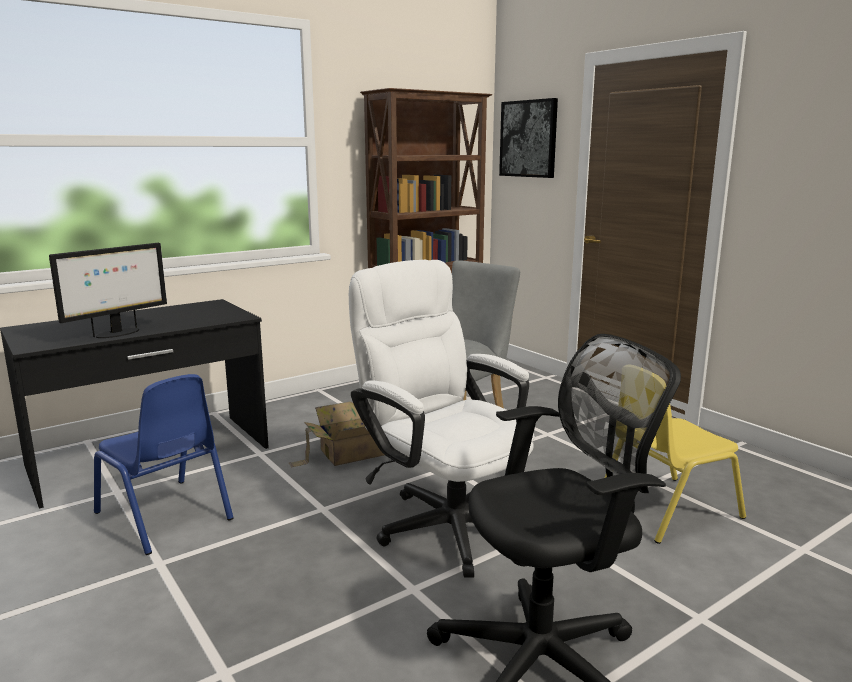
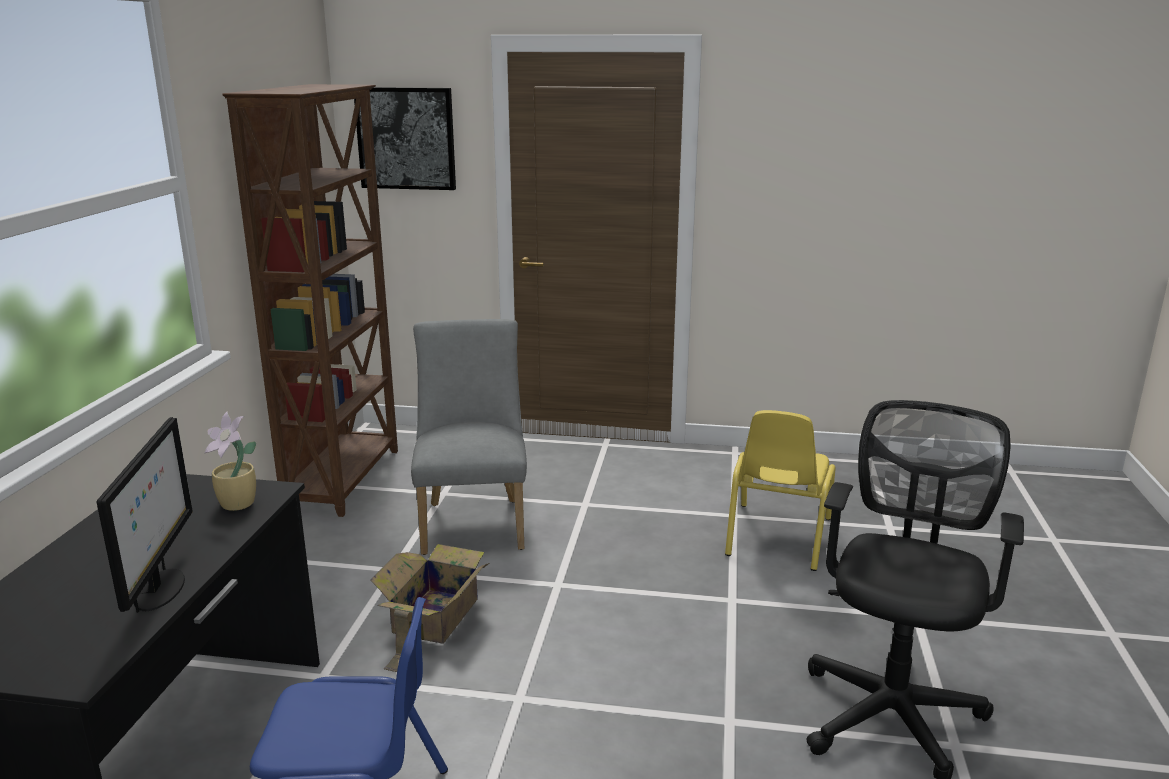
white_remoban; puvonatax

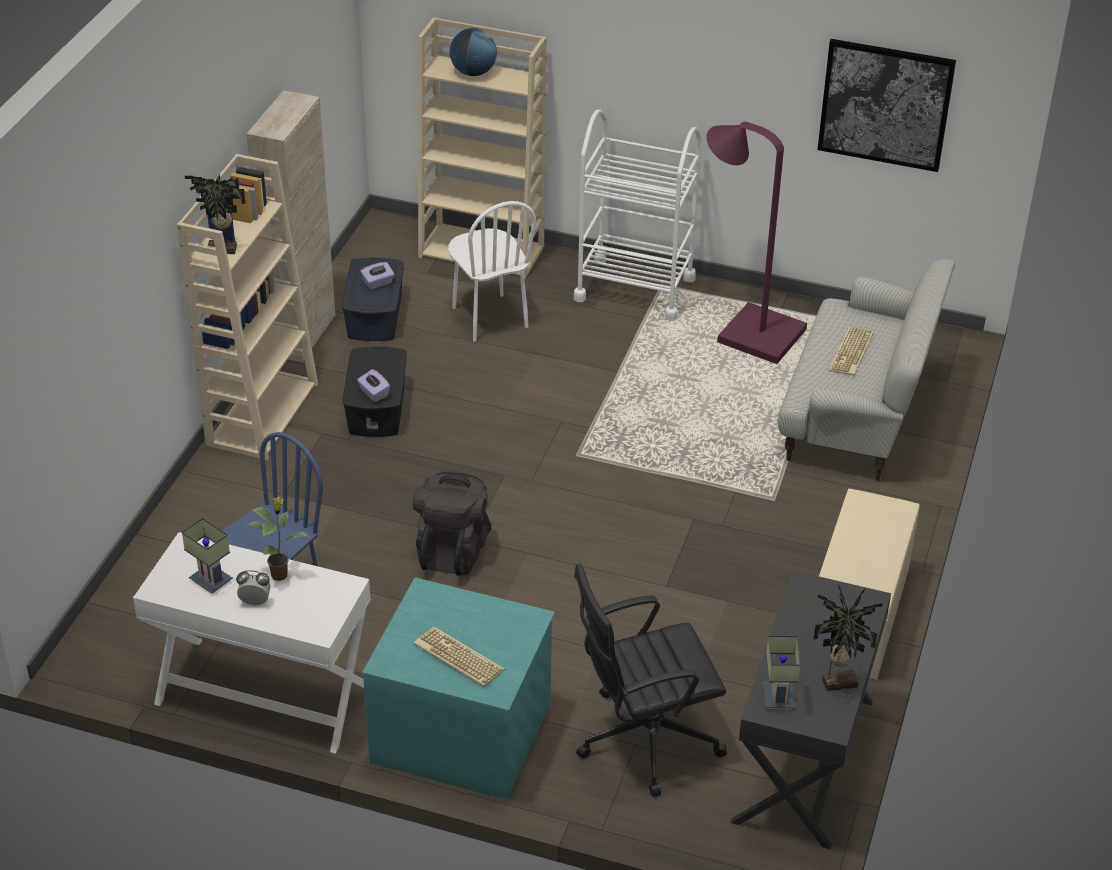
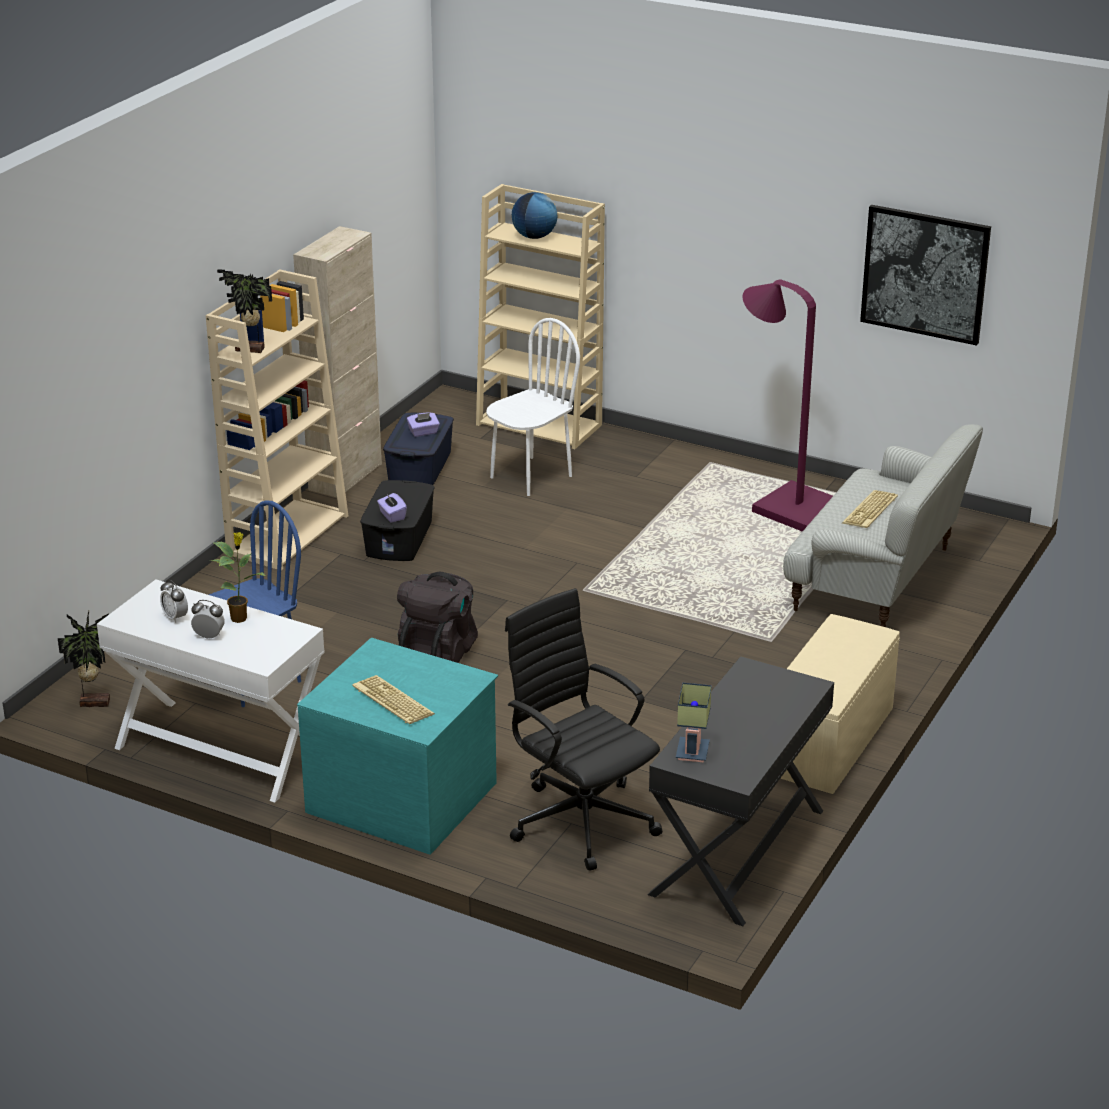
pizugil (no. 1 from left); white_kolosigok; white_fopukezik; black_remoban; puvonatax (no. 1 from left)

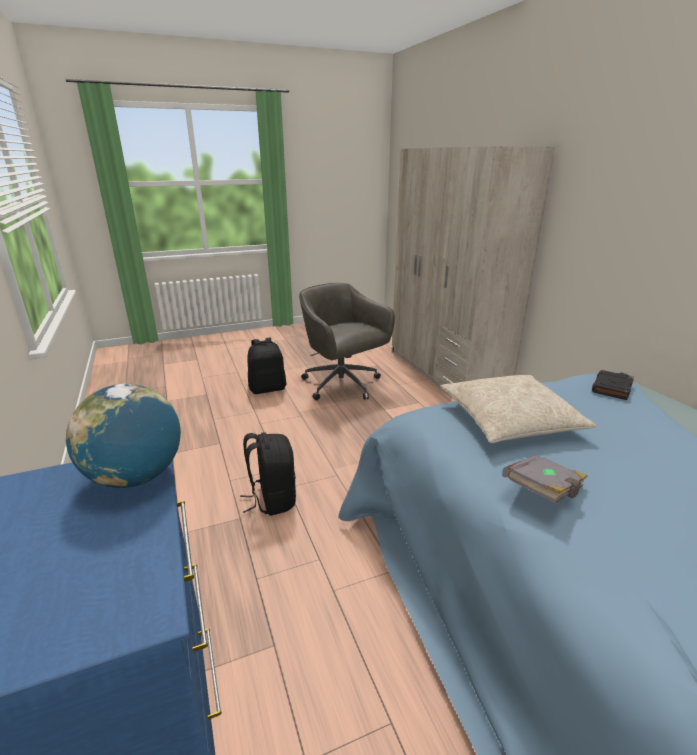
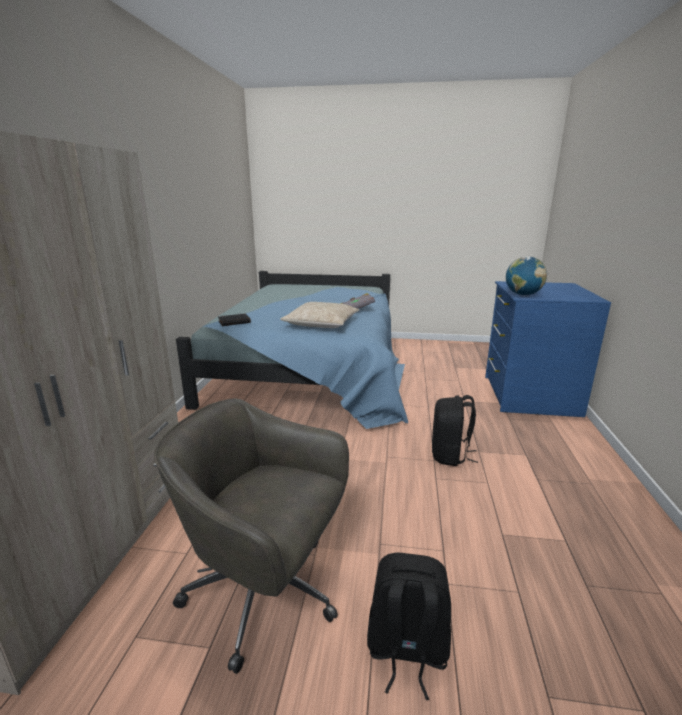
grey_remoban

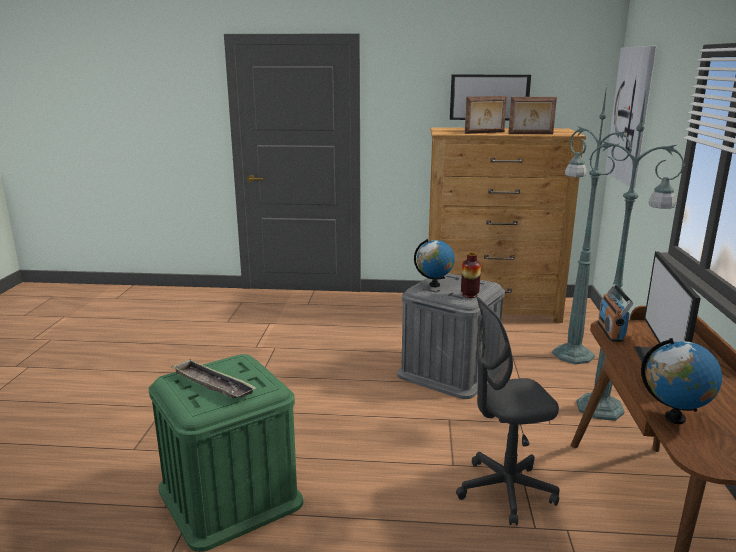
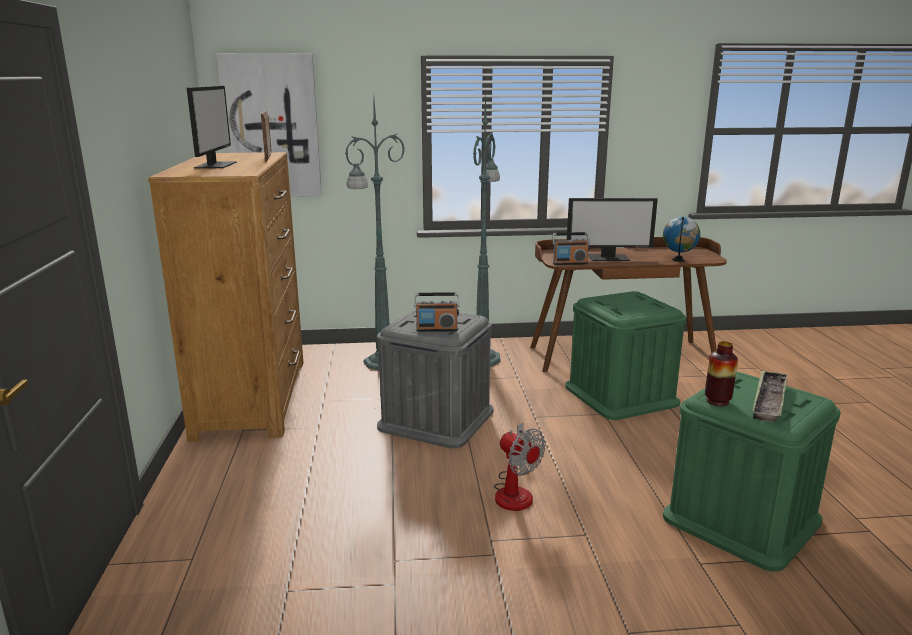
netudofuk (no. 1 from left); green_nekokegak (no. 1 from left); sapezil; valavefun (no. 1 from left in the first image); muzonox

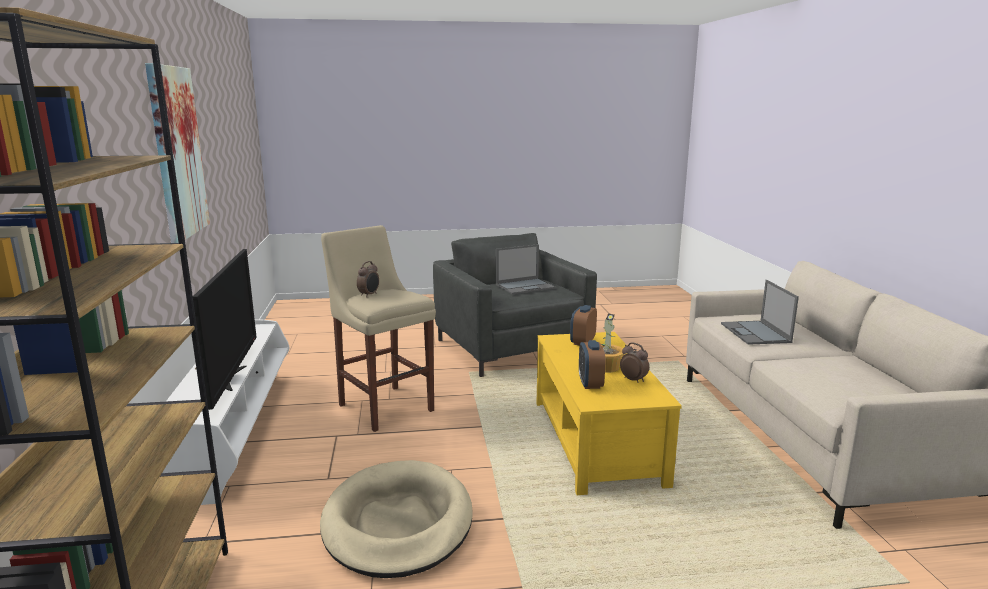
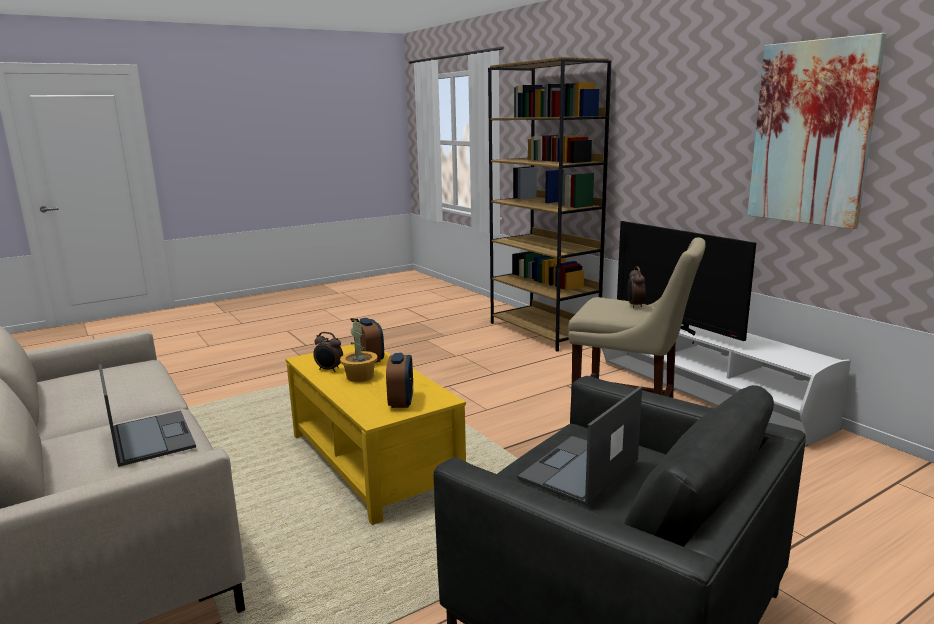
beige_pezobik

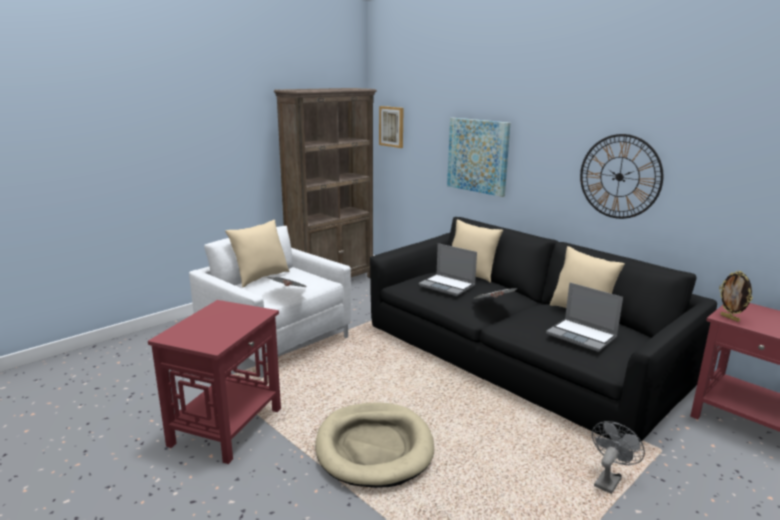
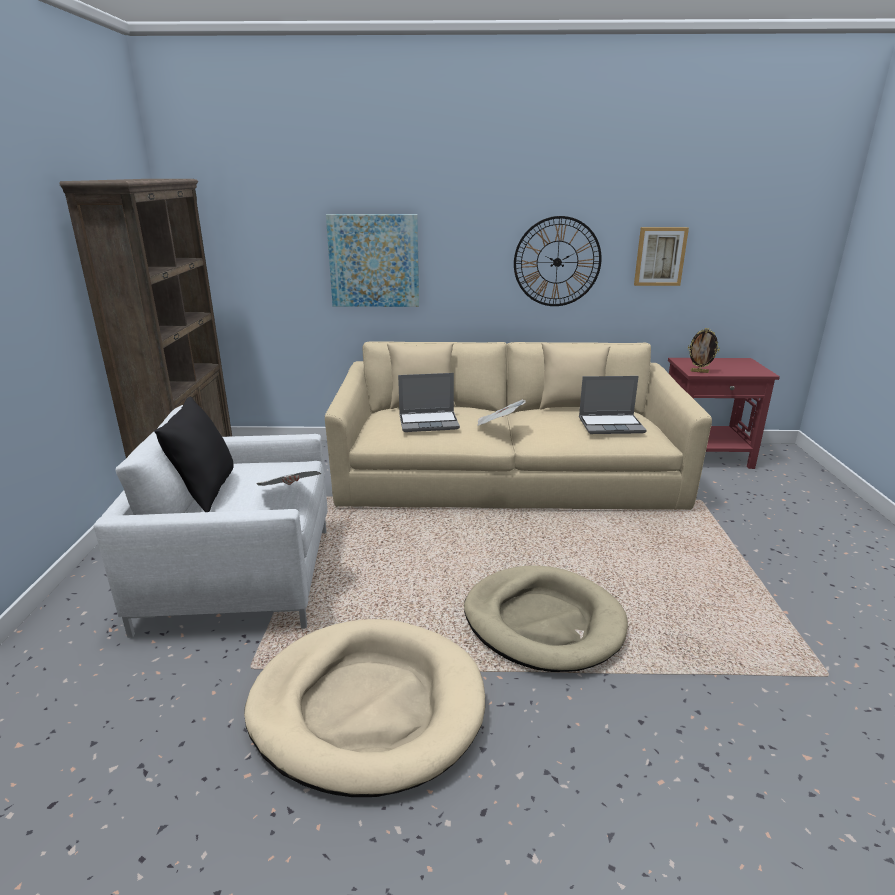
beige_pezobik (no. 1 from left); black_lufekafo; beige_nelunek; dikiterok (no. 2 from left); grey_muzonox

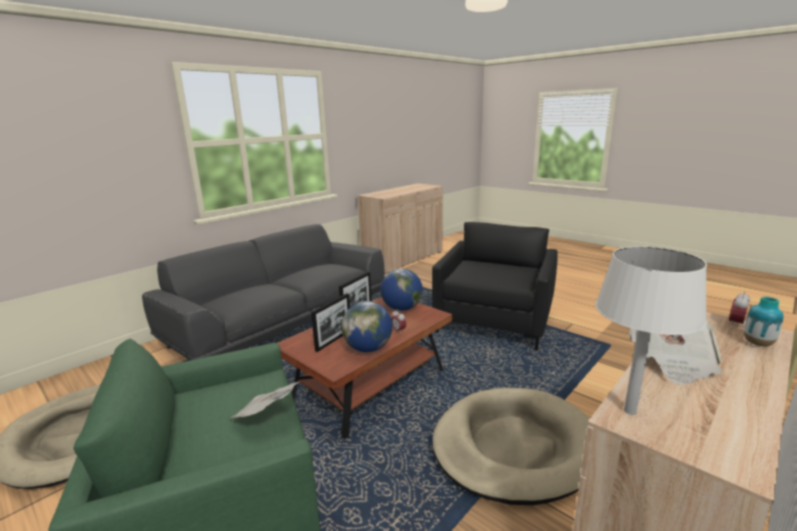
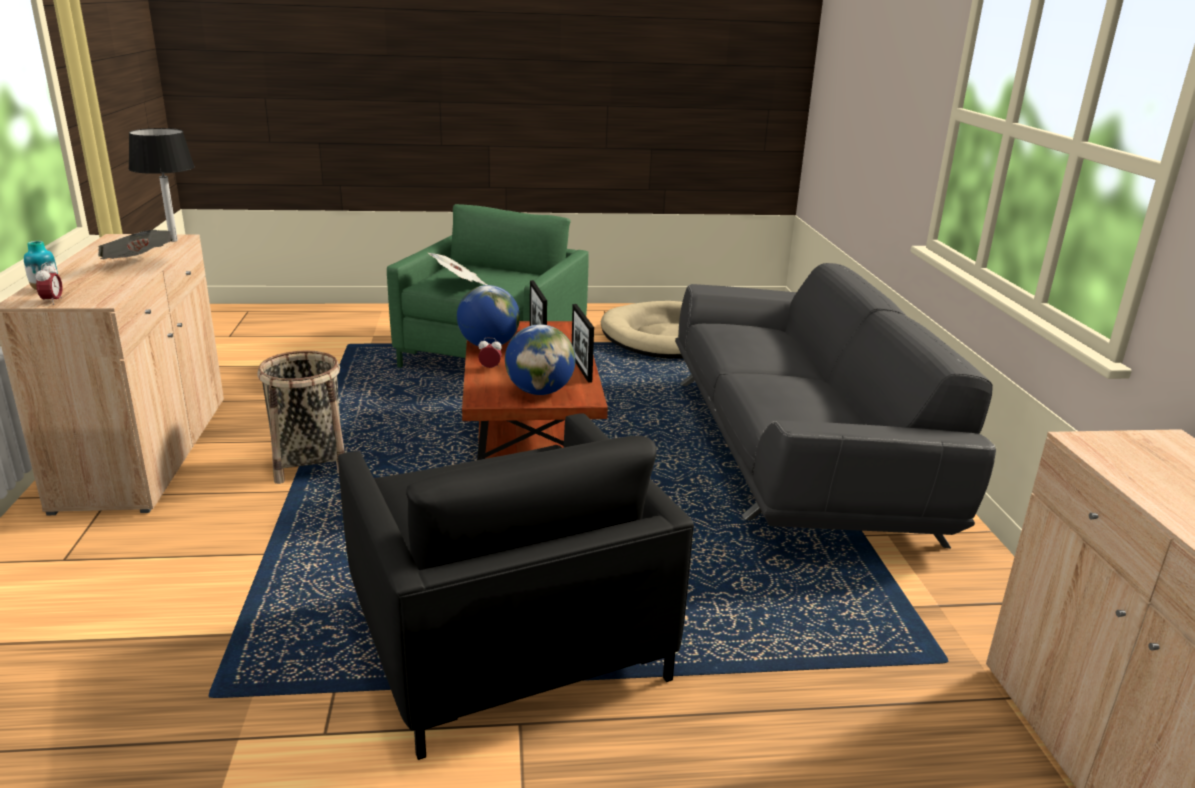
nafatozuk; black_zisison

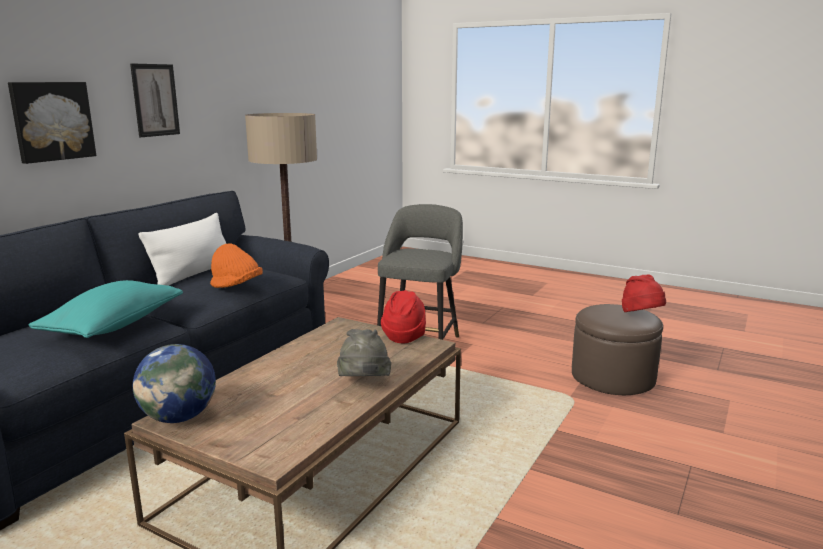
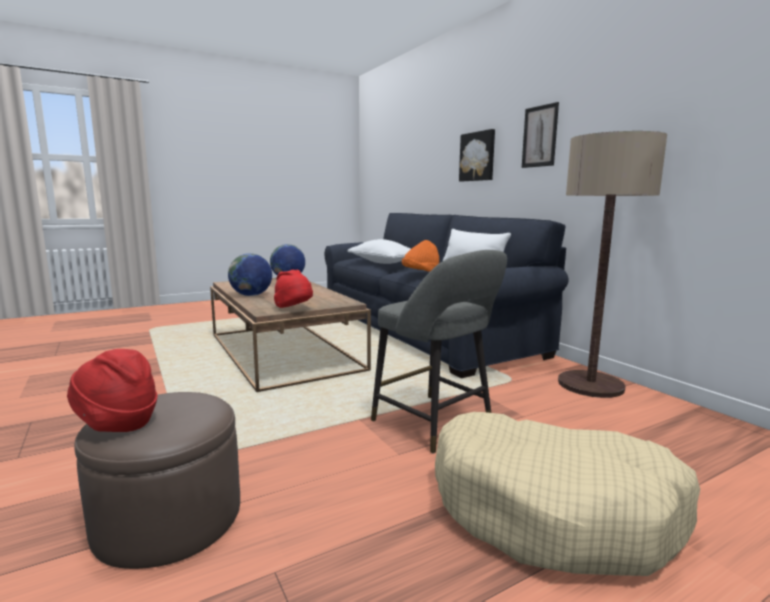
white_lufekafo (no. 1 from left); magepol (no. 1 from left); beige_pezobik

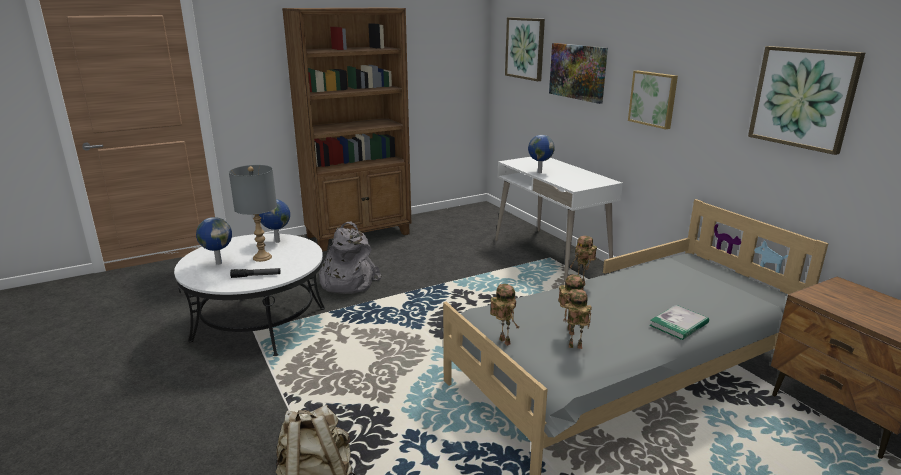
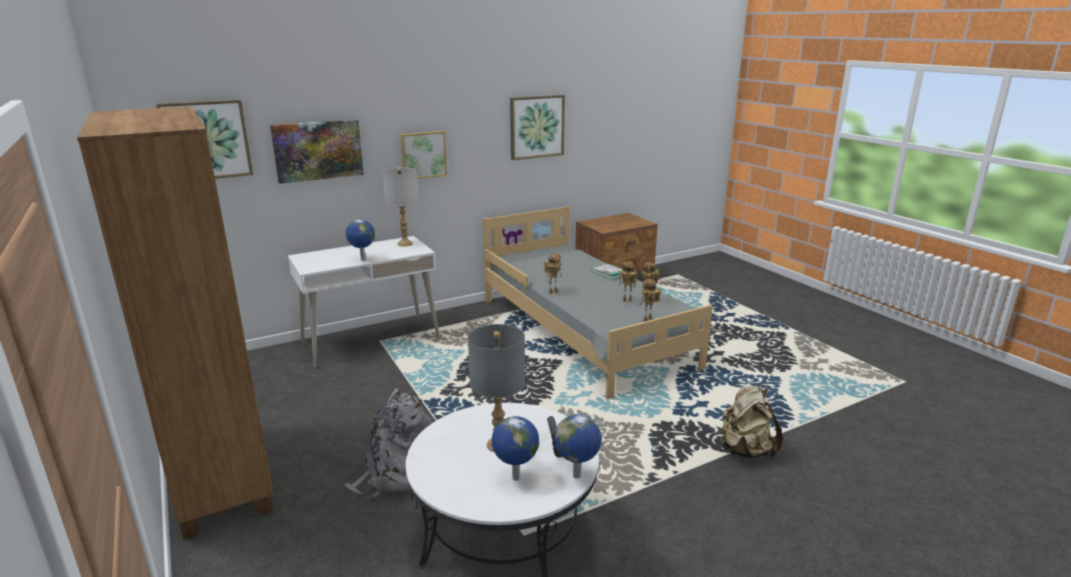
magepol (no. 3 from left); grey_zisison (no. 1 from left)

